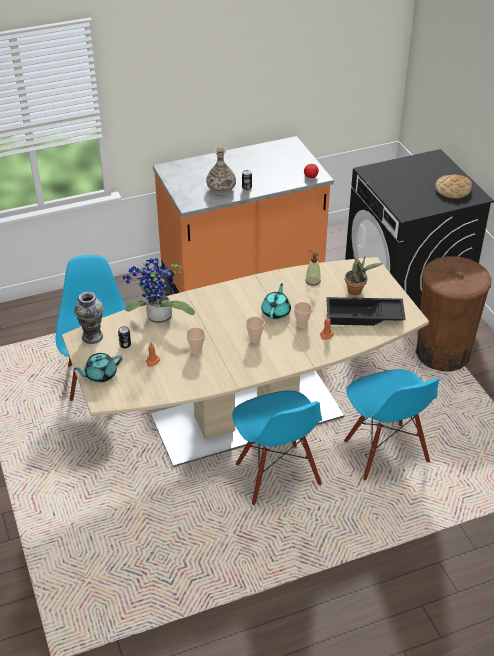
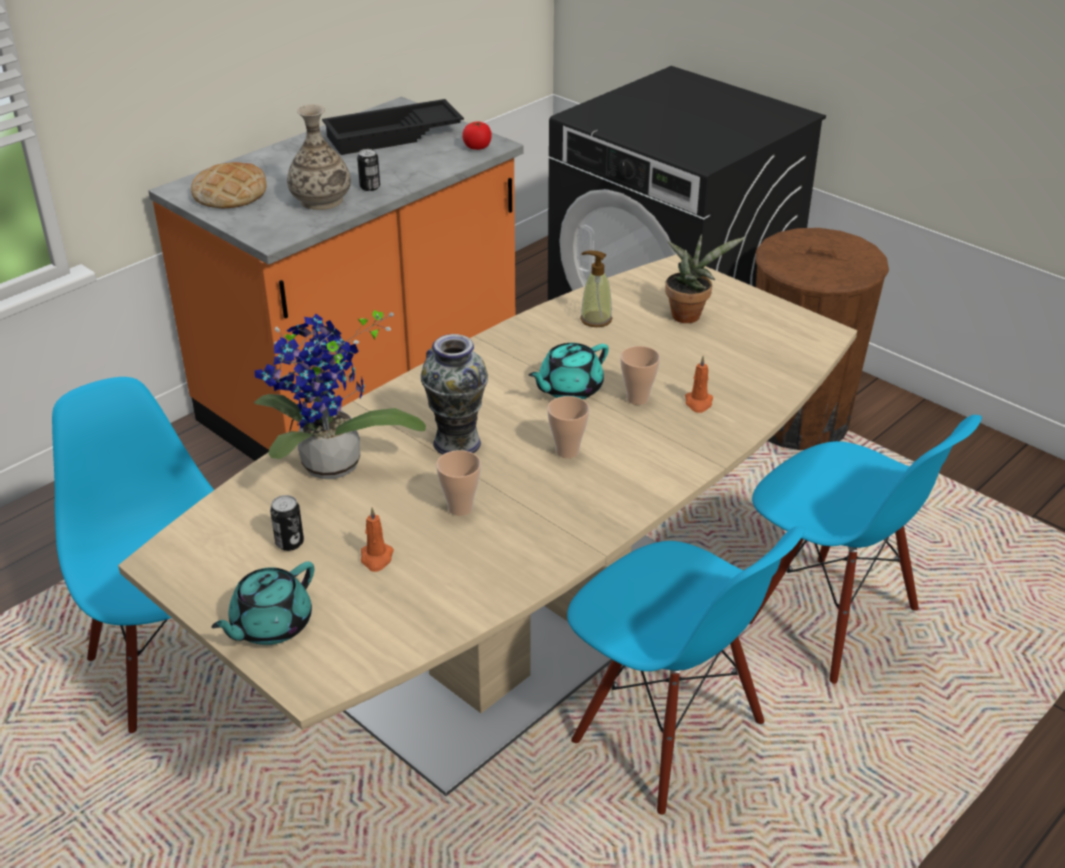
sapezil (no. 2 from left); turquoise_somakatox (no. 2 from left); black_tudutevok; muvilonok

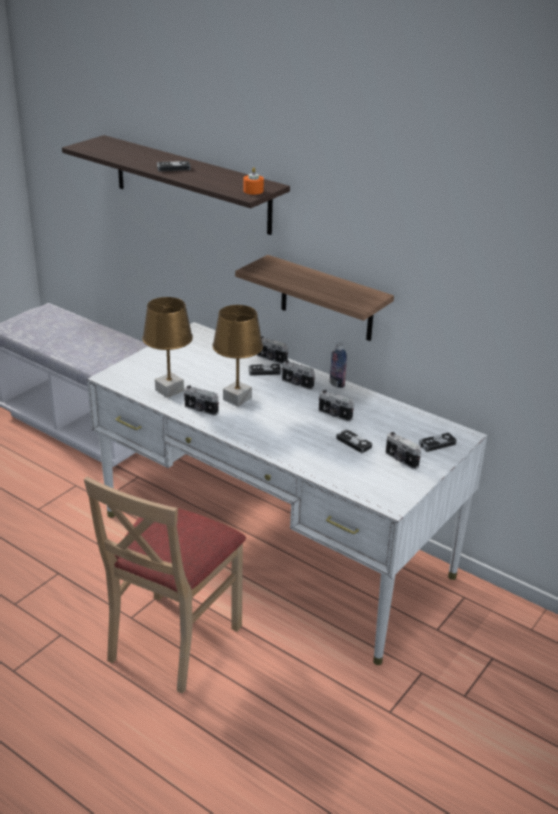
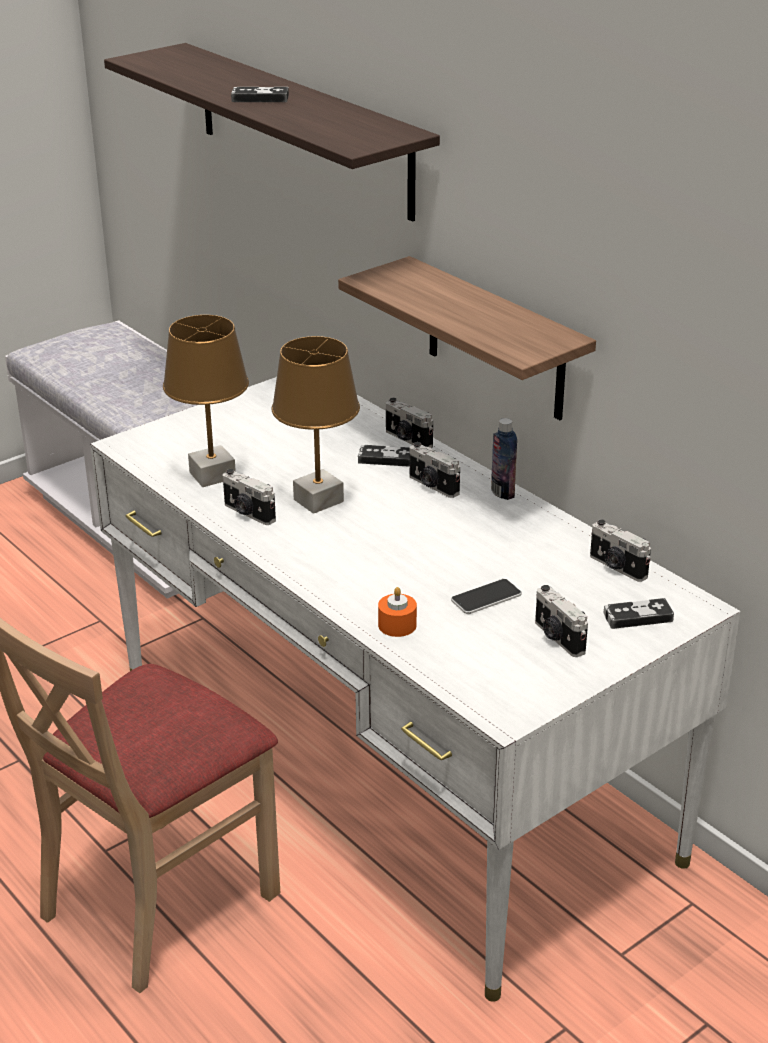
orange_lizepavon; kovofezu (no. 5 from left); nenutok

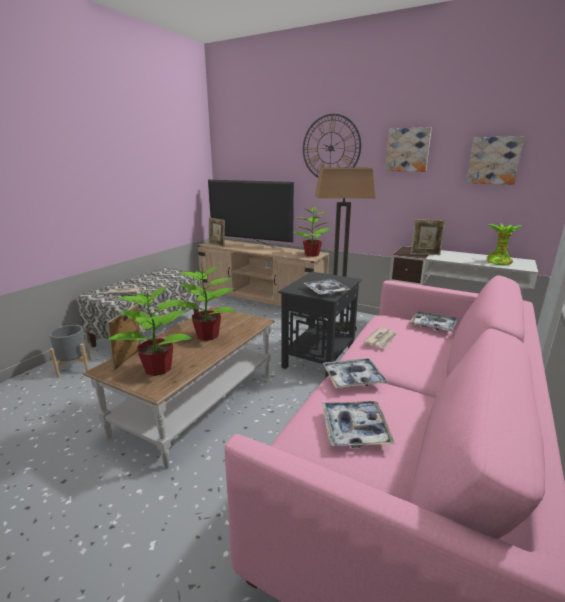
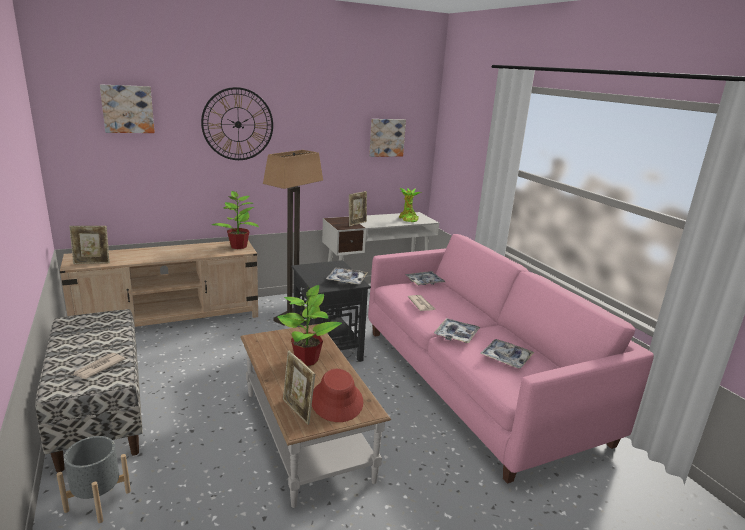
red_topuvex; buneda; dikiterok (no. 1 from left)

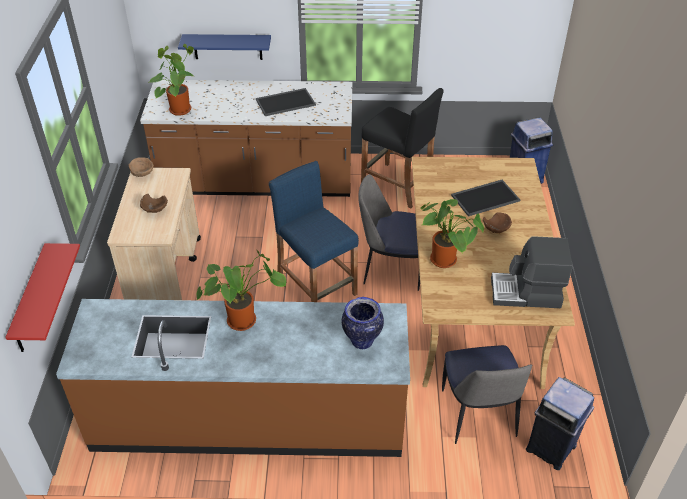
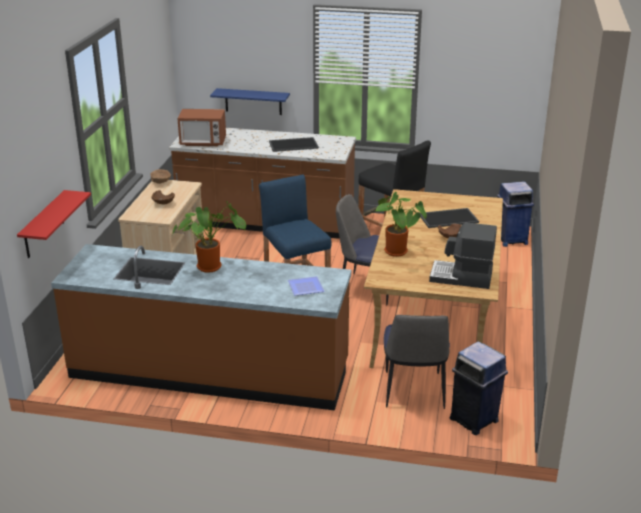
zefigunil; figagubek

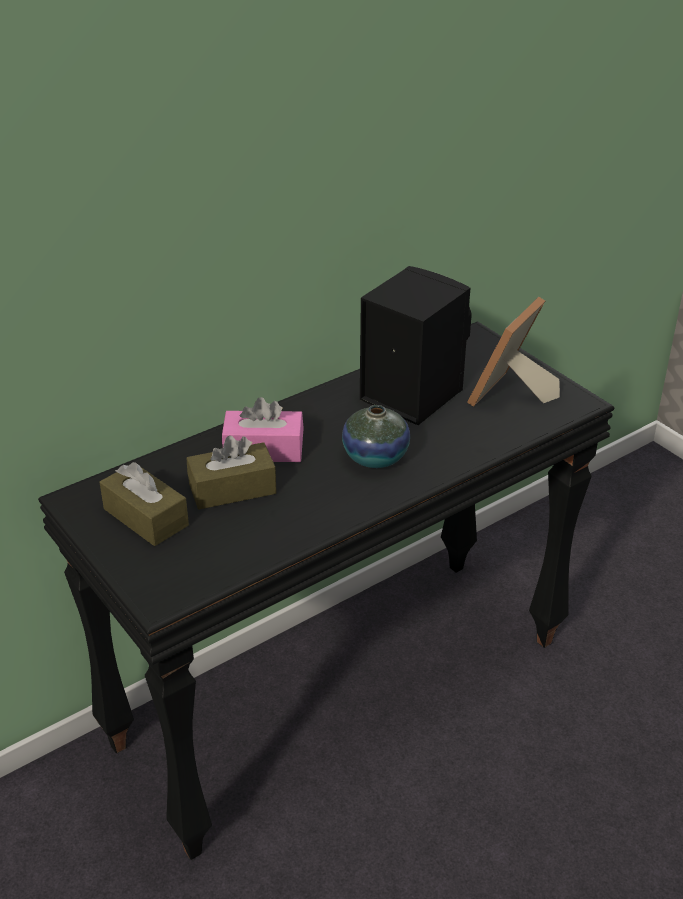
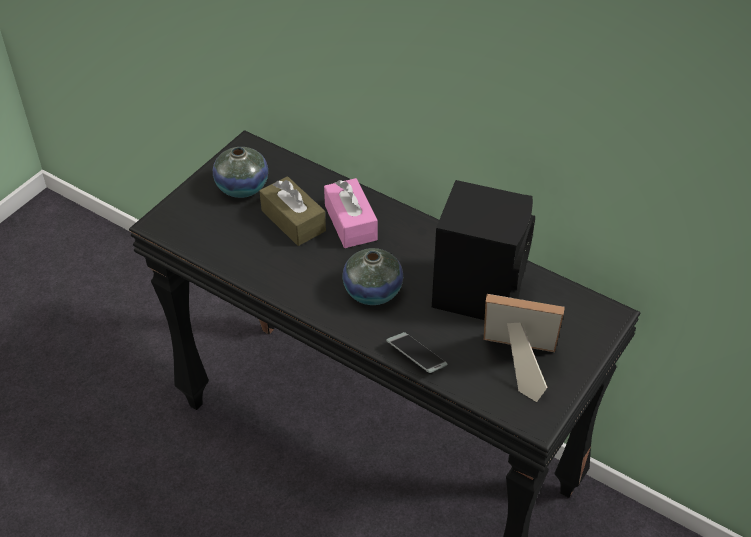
sapezil (no. 1 from left); nenutok

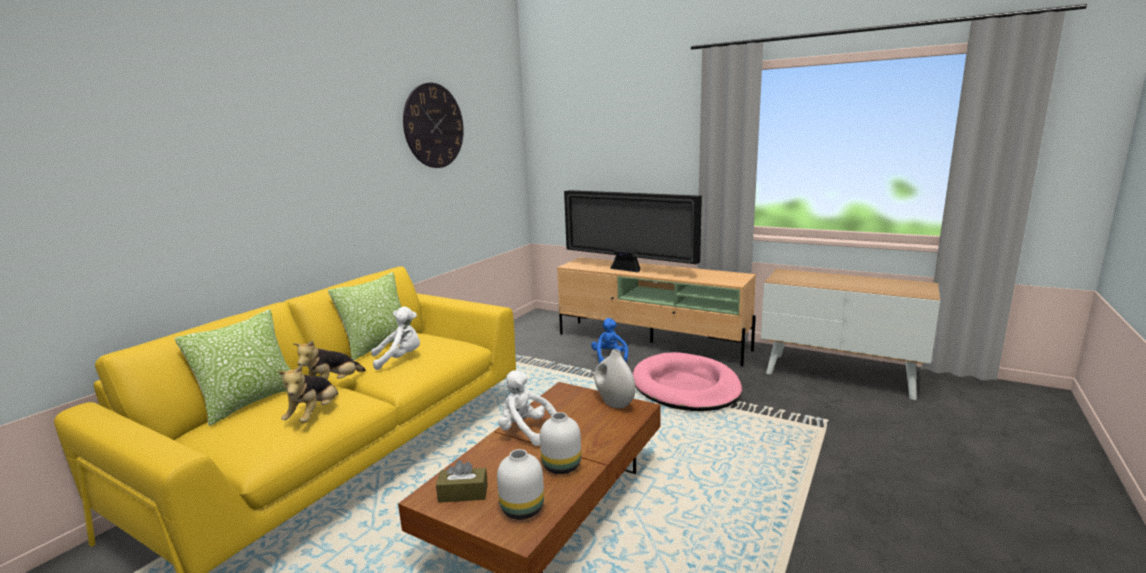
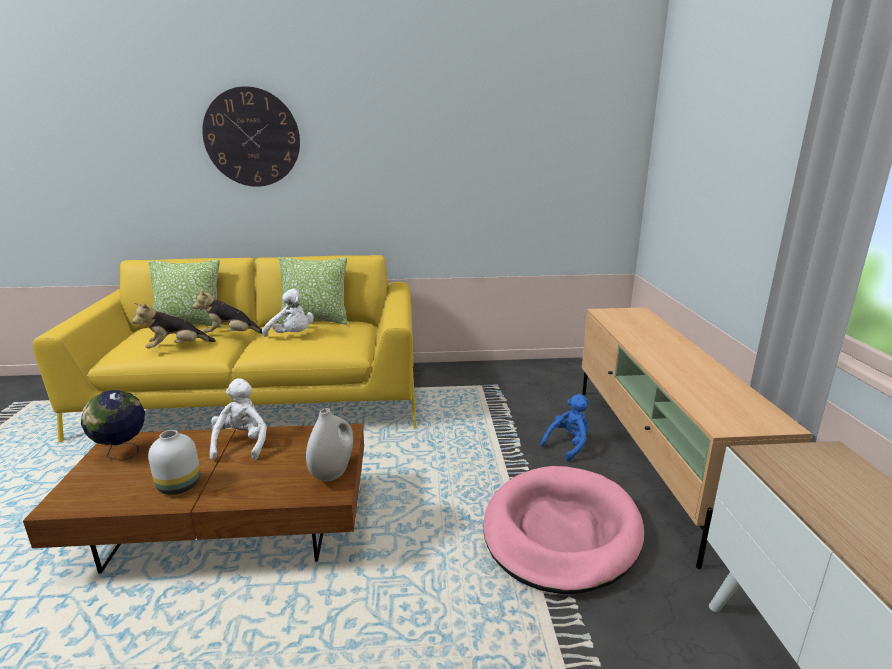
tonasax; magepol; white_sapezil (no. 1 from left in the first image); buneda

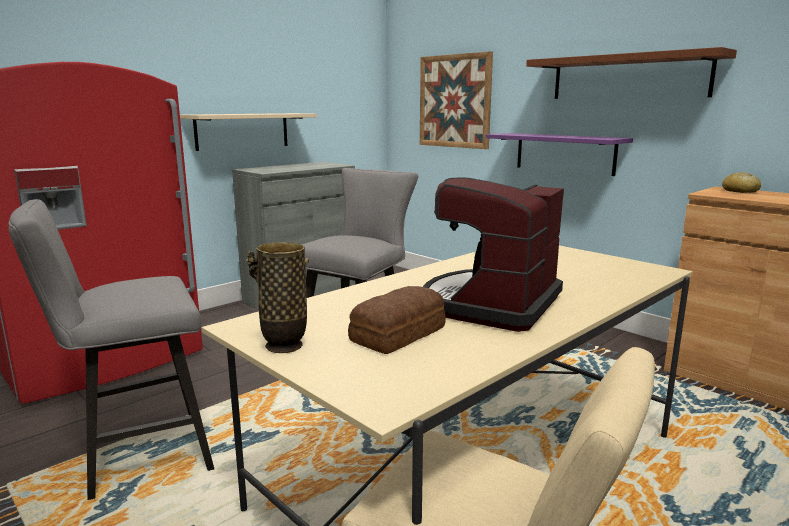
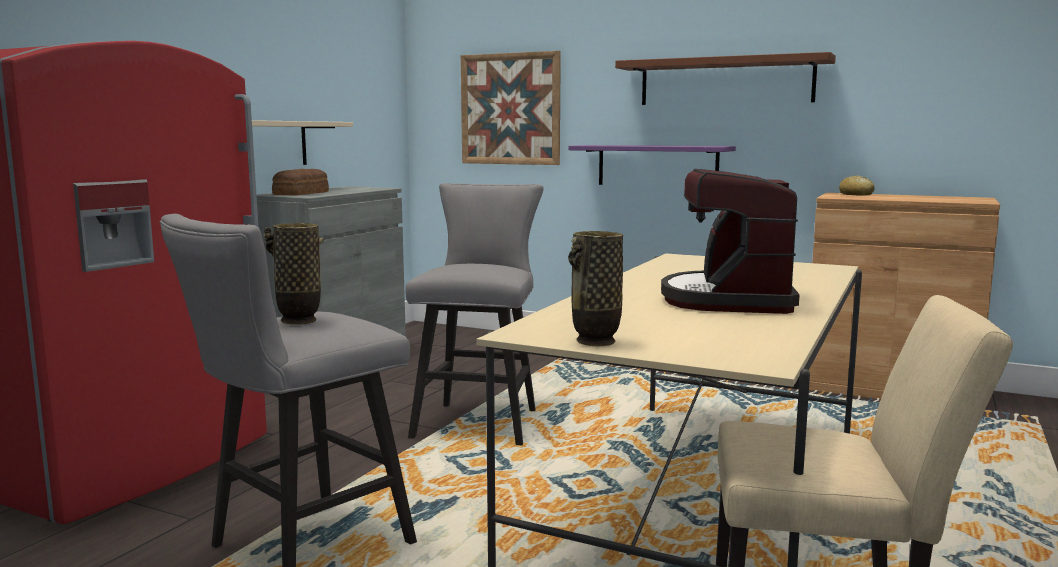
muvilonok (no. 1 from left); sapezil (no. 1 from left)

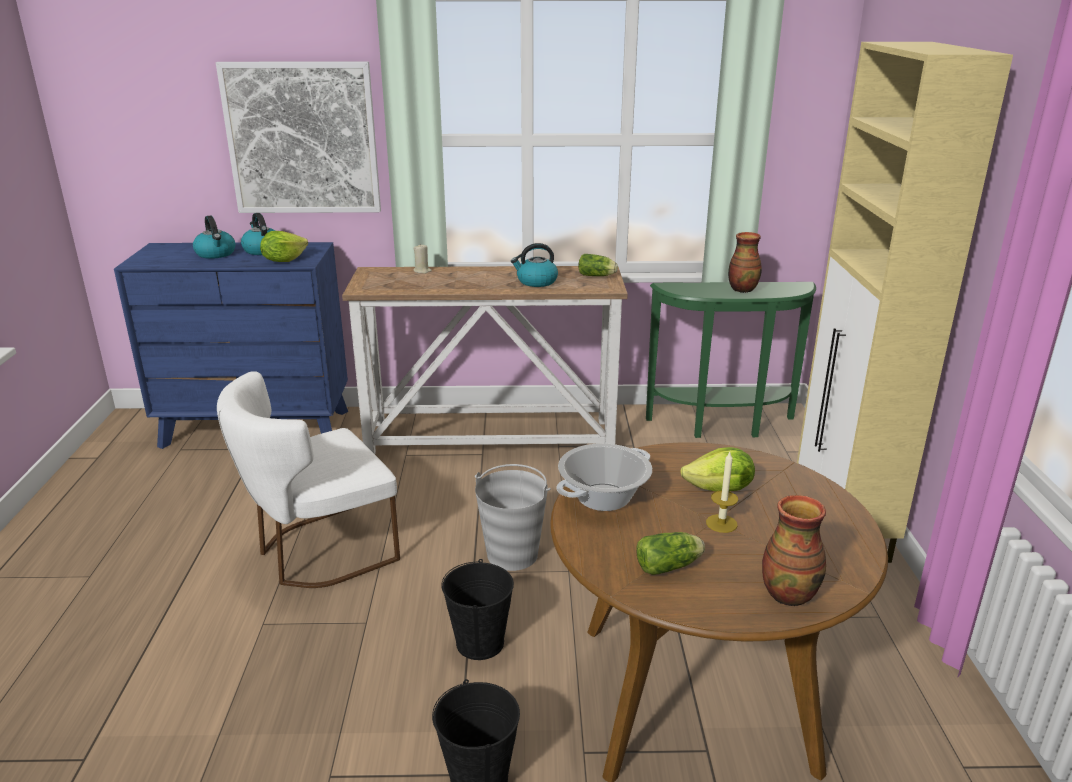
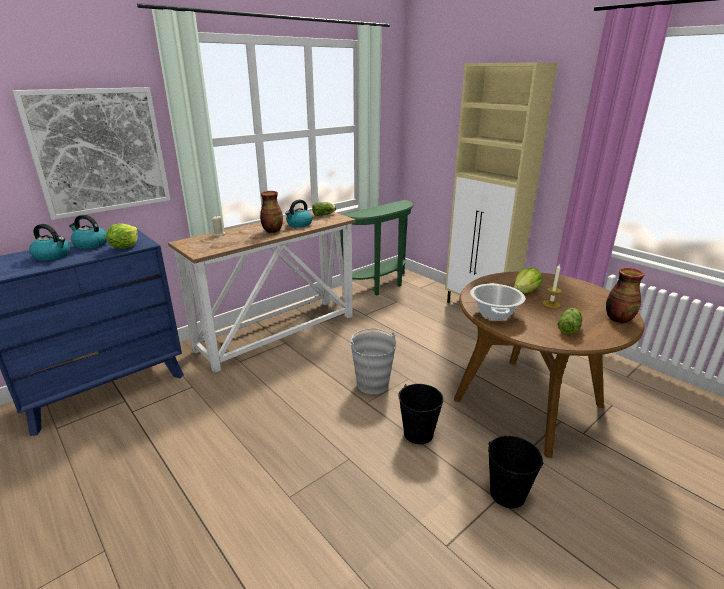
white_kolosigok; sapezil (no. 1 from left)

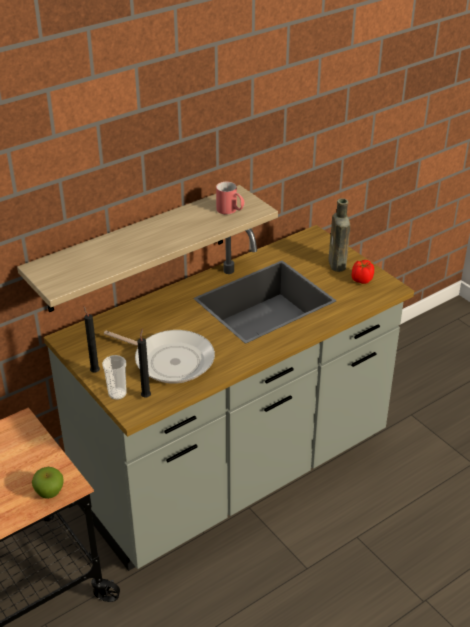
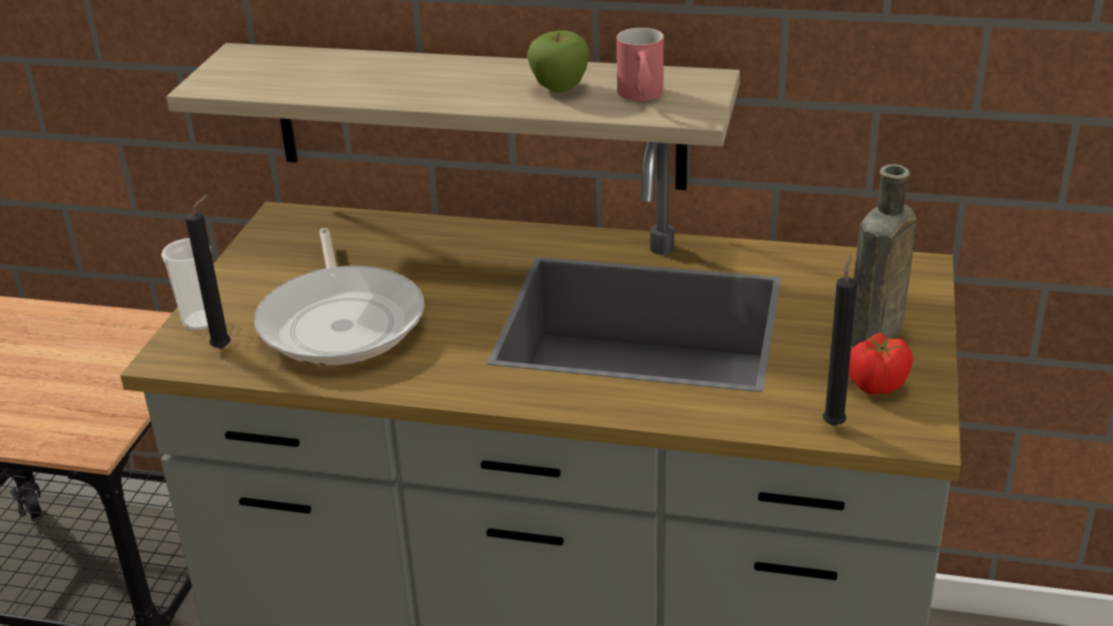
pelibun; black_lizepavon (no. 2 from left)

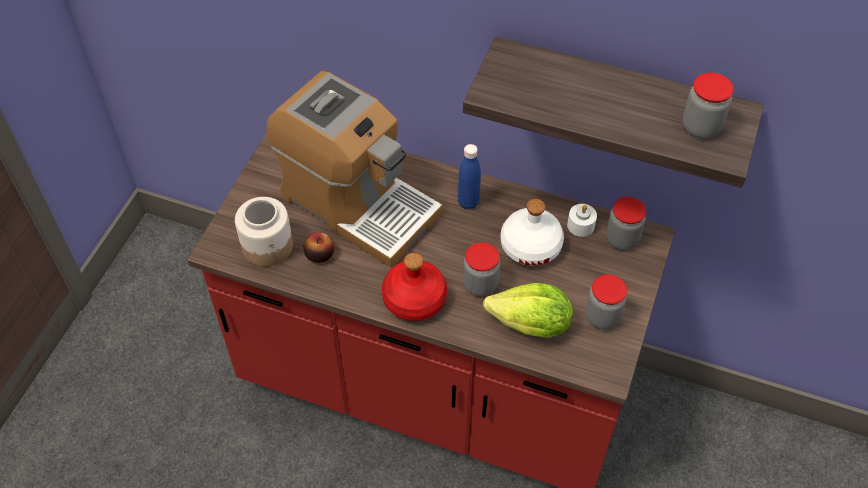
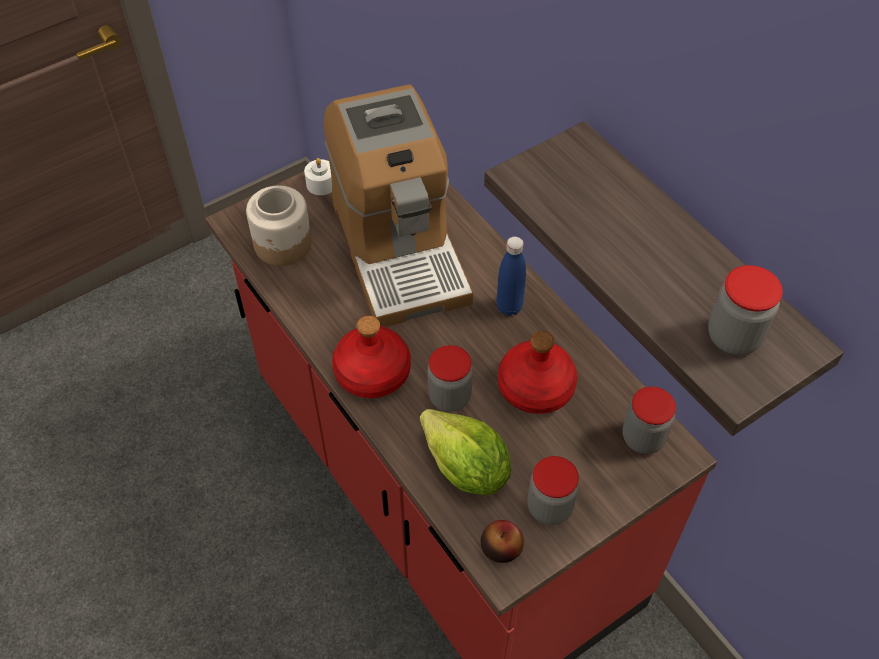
pelibun; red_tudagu (no. 2 from left); white_lizepavon

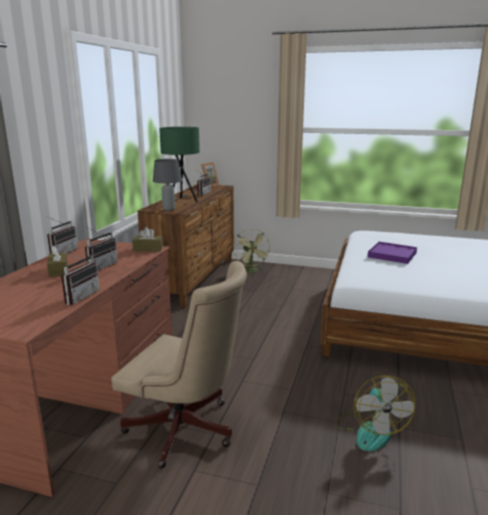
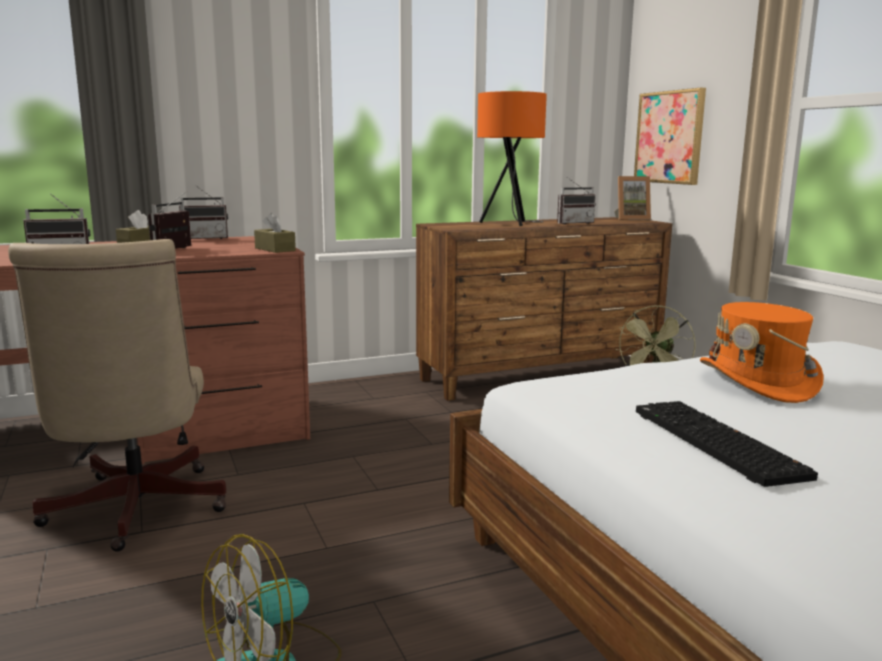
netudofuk (no. 2 from left); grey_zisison; orange_zisison; orange_topuvex; dikiterok; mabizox

